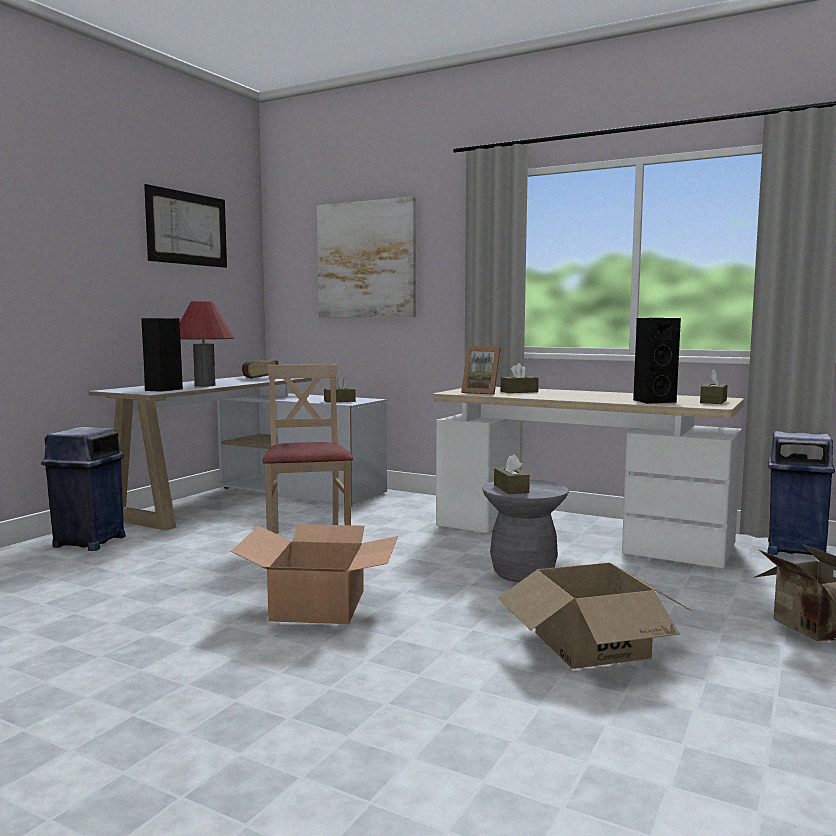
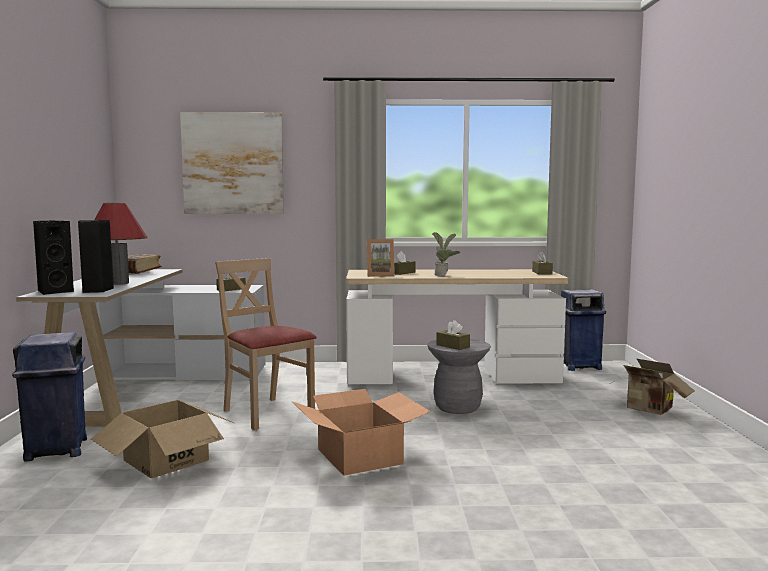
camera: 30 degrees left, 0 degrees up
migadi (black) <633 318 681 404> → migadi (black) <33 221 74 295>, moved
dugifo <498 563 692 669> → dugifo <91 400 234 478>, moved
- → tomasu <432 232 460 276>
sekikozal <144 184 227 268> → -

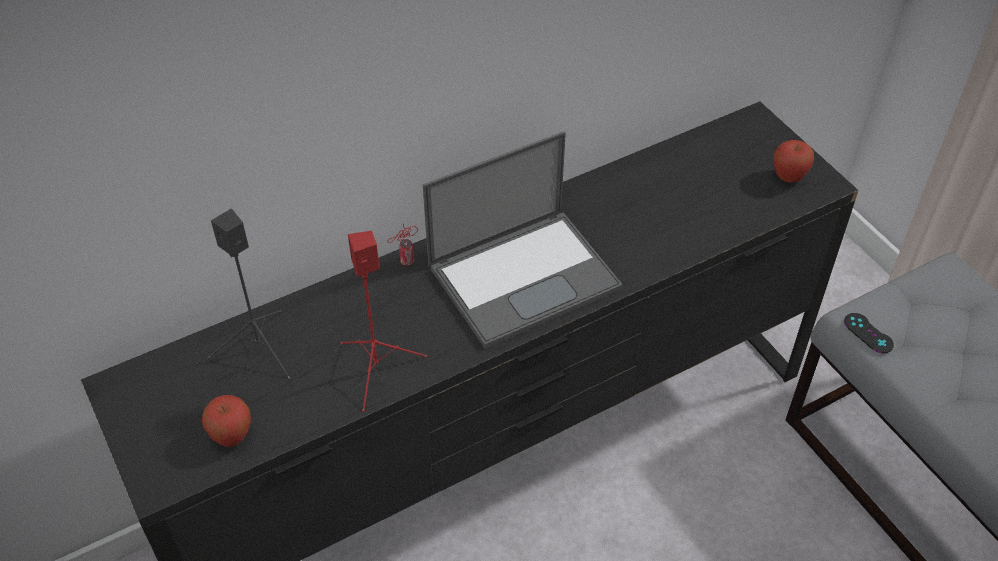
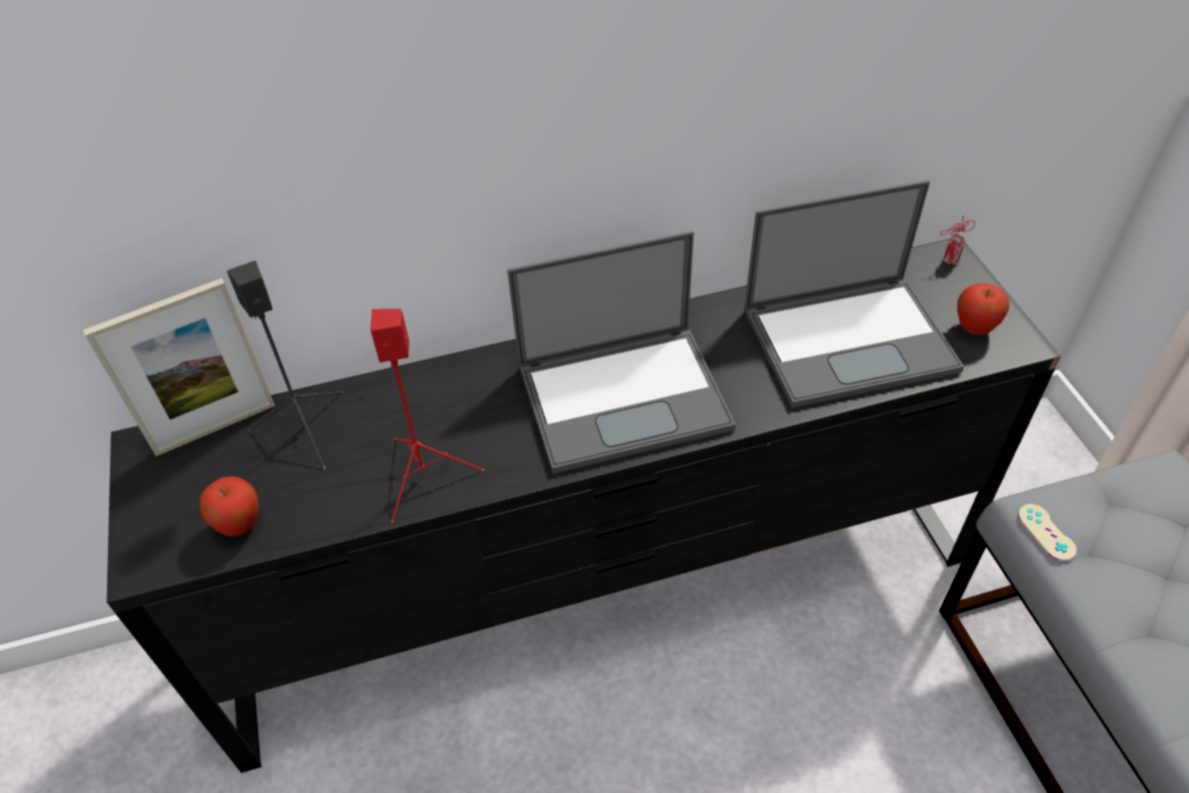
camera: 15 degrees right, 0 degrees up
- → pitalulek <83 278 275 456>
- → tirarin <744 180 964 408>
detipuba <387 224 418 266> → detipuba <940 215 975 265>, moved
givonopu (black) <844 313 894 354> → givonopu (beige) <1018 504 1076 561>

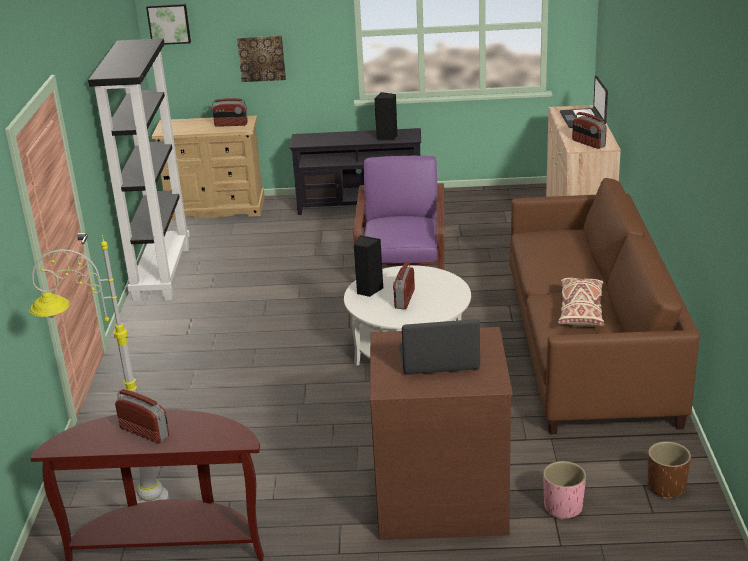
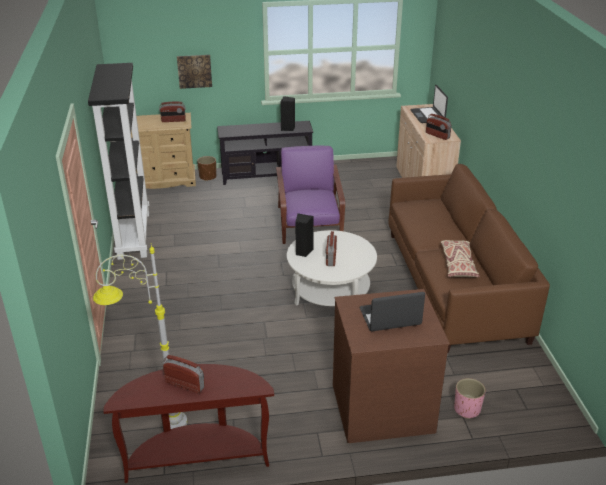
camera: 10 degrees left, 5 degrees up
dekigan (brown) <647 441 691 499> → dekigan (brown) <197 156 216 181>, moved
sekikozal <146 4 191 45> → -

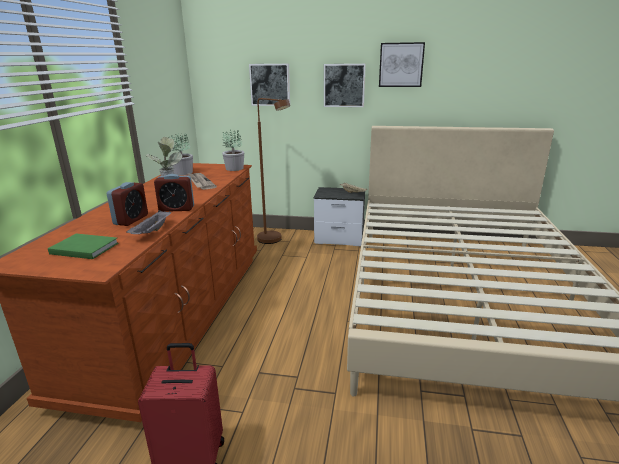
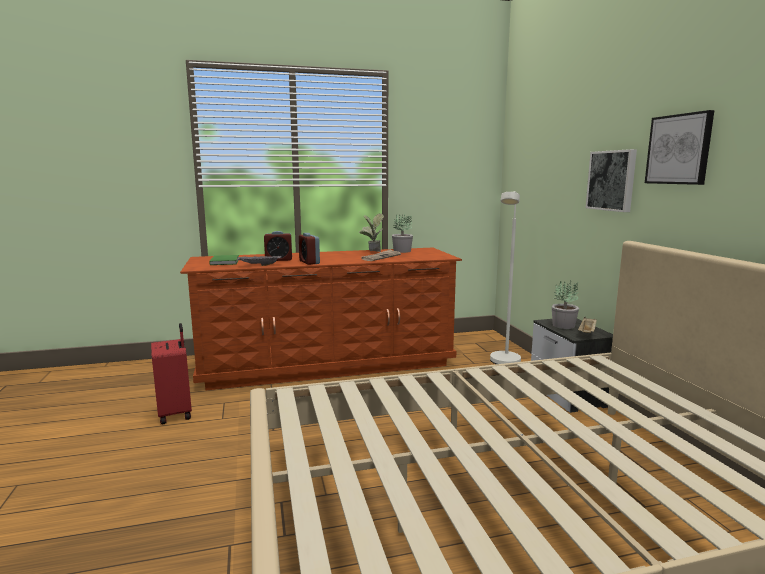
camera: 65 degrees right, 10 degrees down
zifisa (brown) <257 98 290 244> → zifisa (white) <490 191 521 364>
tomasu <222 130 244 171> → tomasu <552 280 579 329>, moved
sekikozal <249 64 290 106> → -

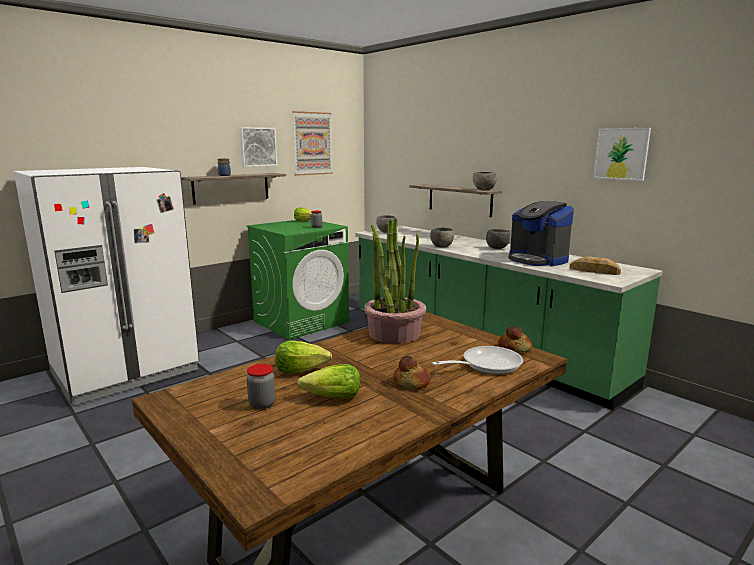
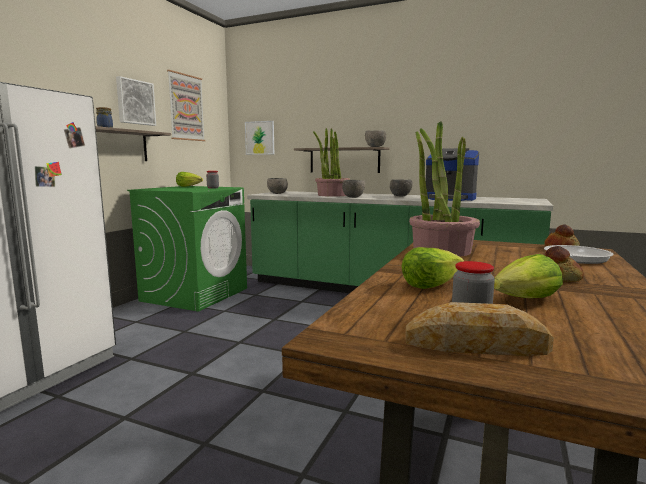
camera: 25 degrees left, 5 degrees down
sekikozal <593 128 651 181> → sekikozal <245 121 274 155>, moved
- → tomasu <313 128 350 197>
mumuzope <569 256 621 275> → mumuzope <405 302 554 356>, moved

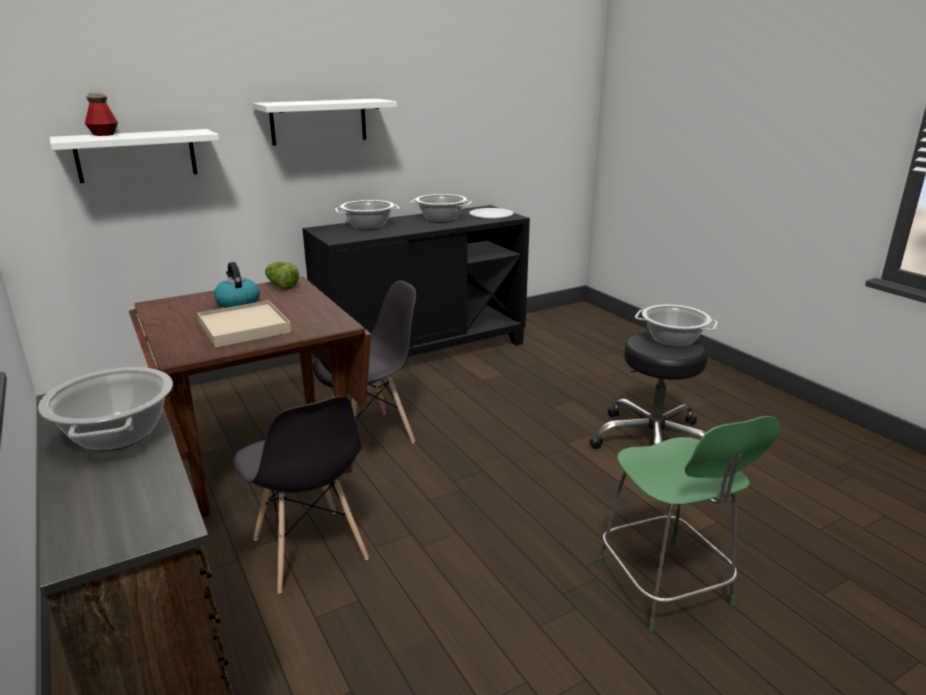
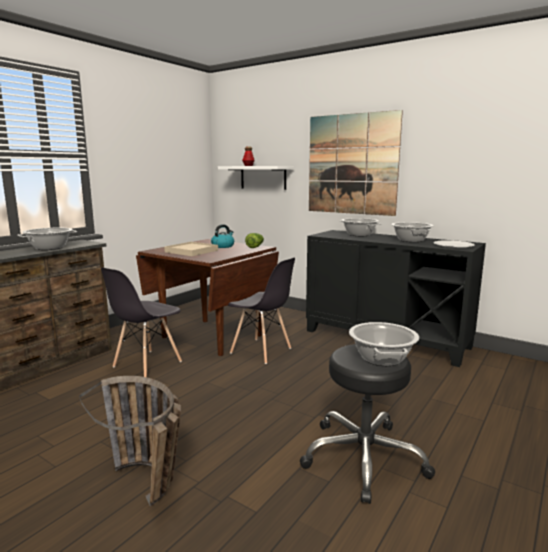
camera: 65 degrees right, 10 degrees down
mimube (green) <597 416 780 632> → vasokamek <79 376 181 506>
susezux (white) <252 99 397 145> → sekikozal <309 110 403 216>

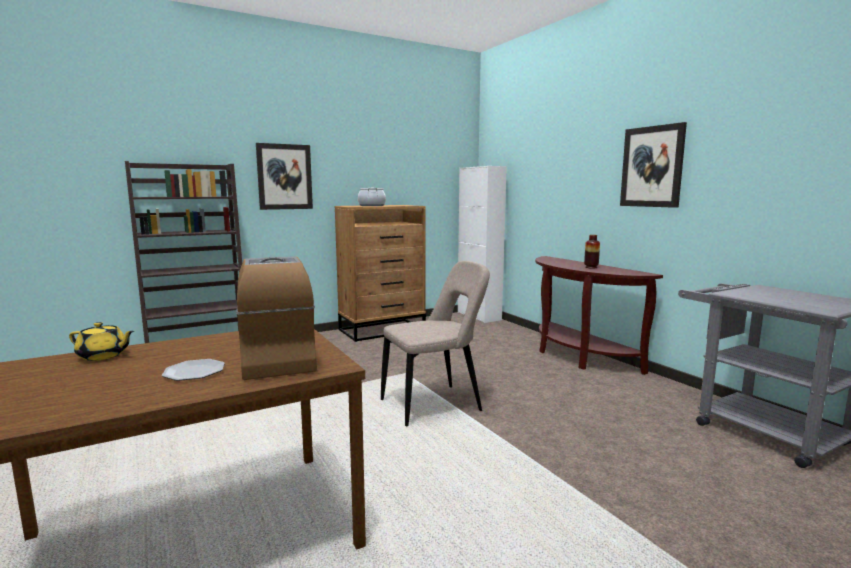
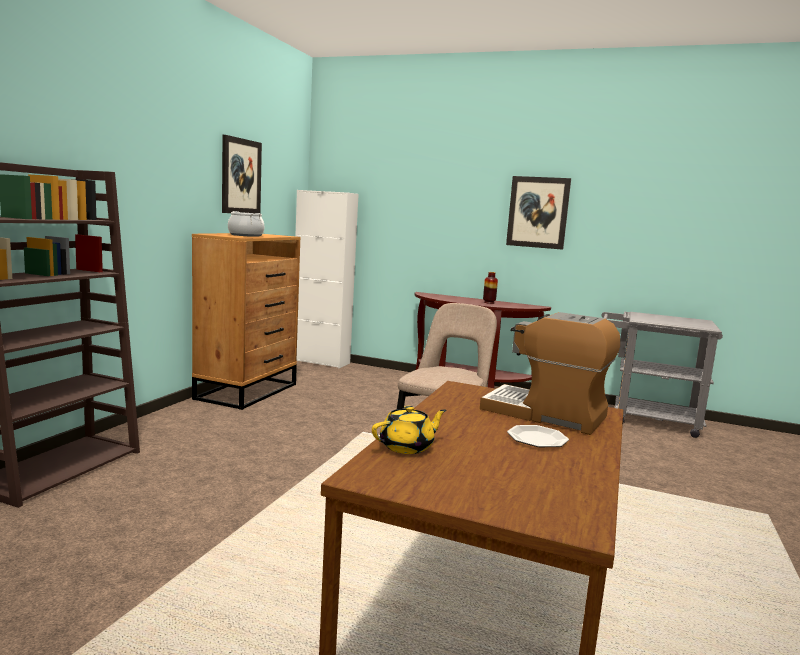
camera: 40 degrees left, 0 degrees up
sekikozal <256 143 313 210> → sekikozal <222 135 262 213>, moved

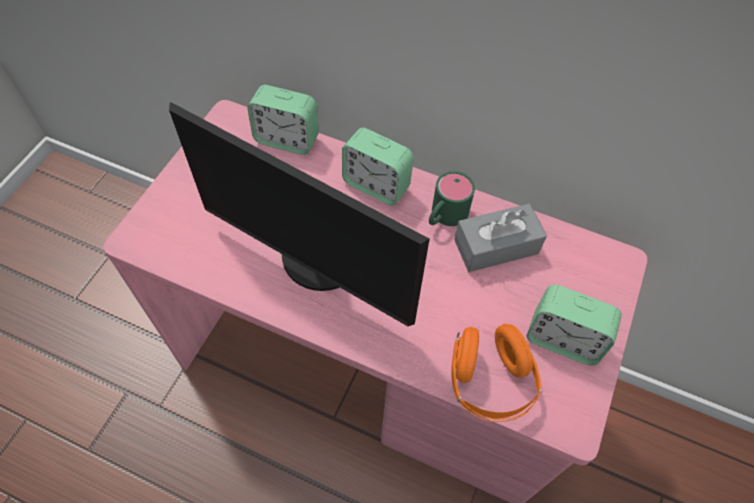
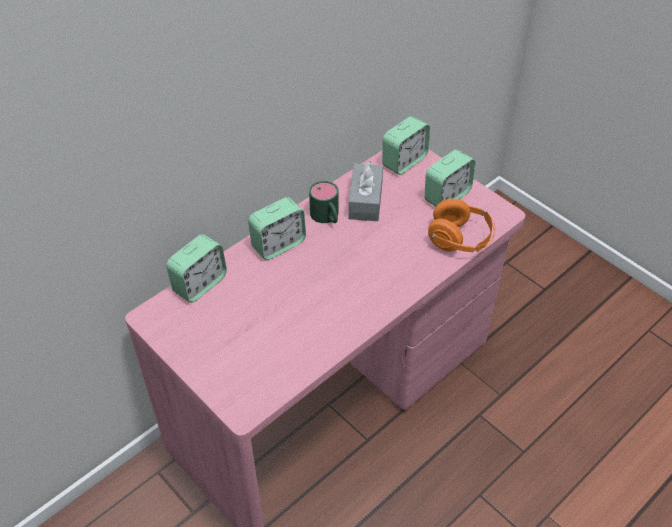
camera: 65 degrees left, 10 degrees down
- → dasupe <382 116 430 175>
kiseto <169 102 430 326> → -

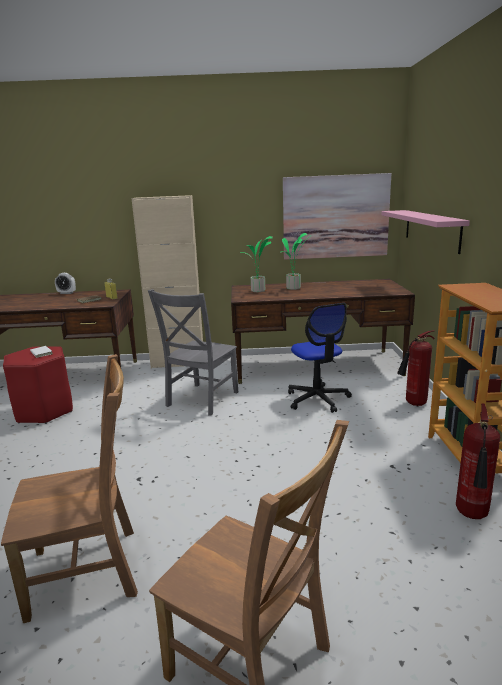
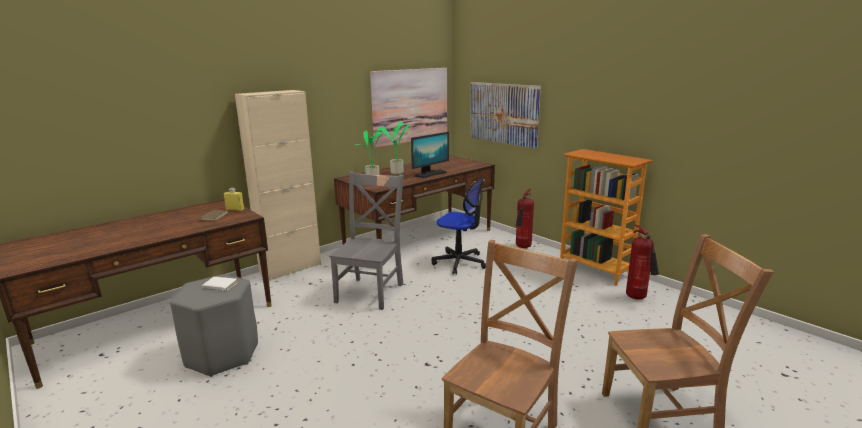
camera: 40 degrees left, 0 degrees up
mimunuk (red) <3 346 73 424> → mimunuk (grey) <170 274 258 377>
mimube (grey) <148 289 238 415> → mimube (grey) <329 172 404 310>, 150 degrees counterclockwise
- → kiseto <411 132 449 178>
susezux (pink) <381 210 470 254> → sekikozal <470 82 541 149>
dasupe <55 273 76 294> → -

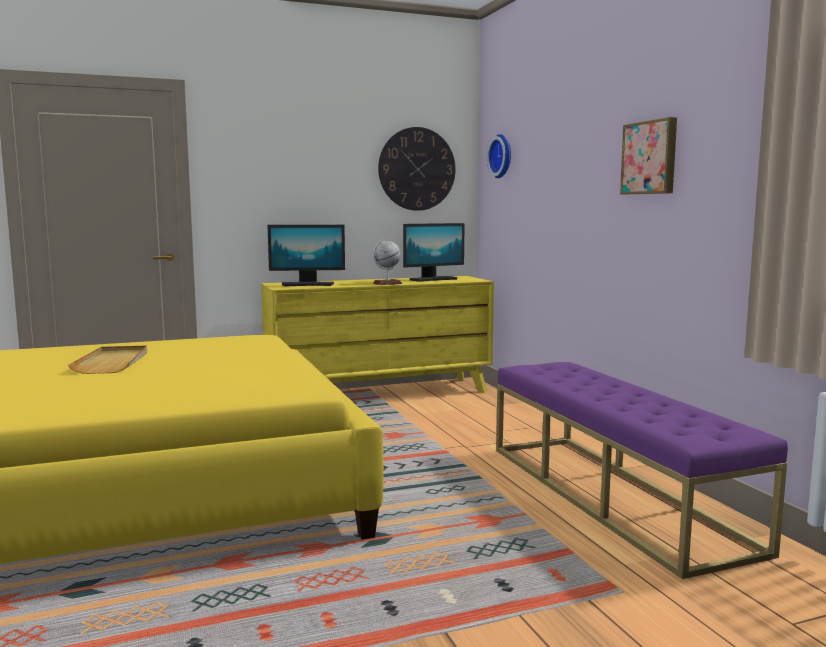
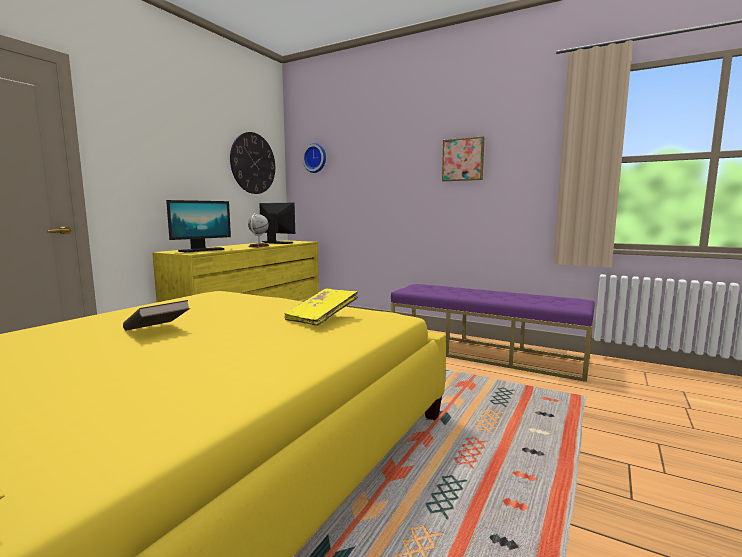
camera: 40 degrees left, 0 degrees up
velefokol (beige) <68 346 147 374> → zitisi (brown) <123 300 190 331>
kiseto <403 223 465 282> → kiseto <259 202 295 244>, 75 degrees counterclockwise
- → zitisi (yellow) <284 289 358 326>

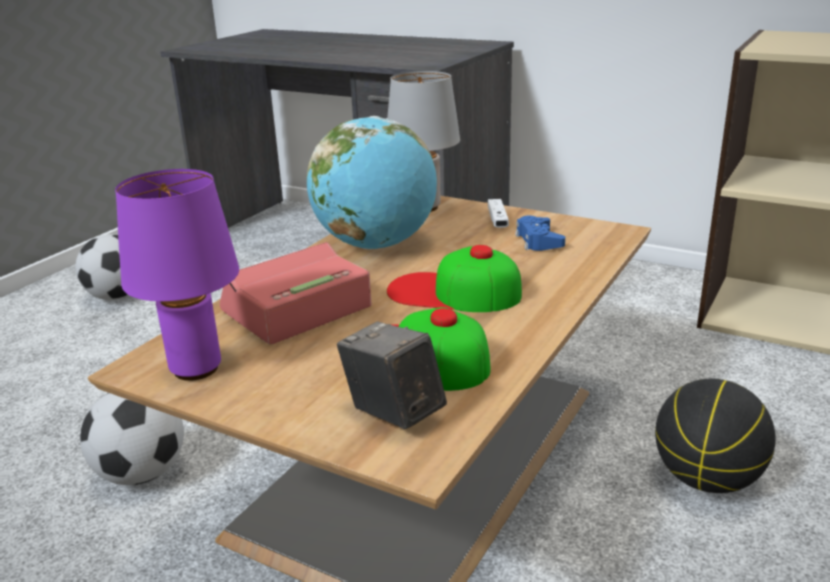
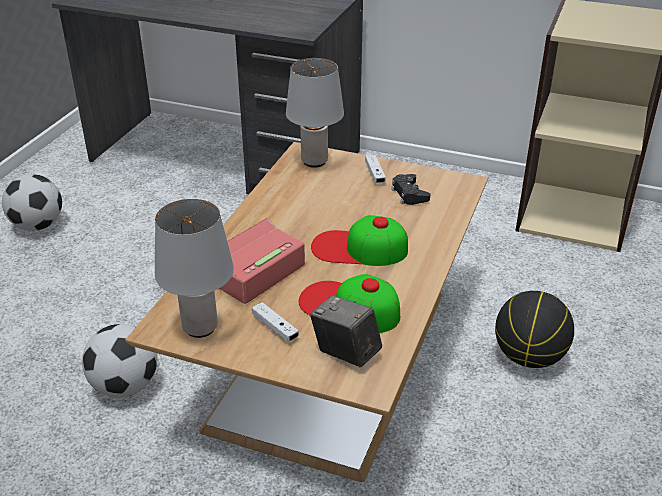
camera: 10 degrees left, 10 degrees up
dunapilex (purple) <115 169 239 381> → dunapilex (grey) <155 199 234 338>
- → givonopu (white) <252 302 299 342>
givonopu (blue) <515 216 565 251> → givonopu (black) <391 174 430 205>
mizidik <306 116 437 250> → -

